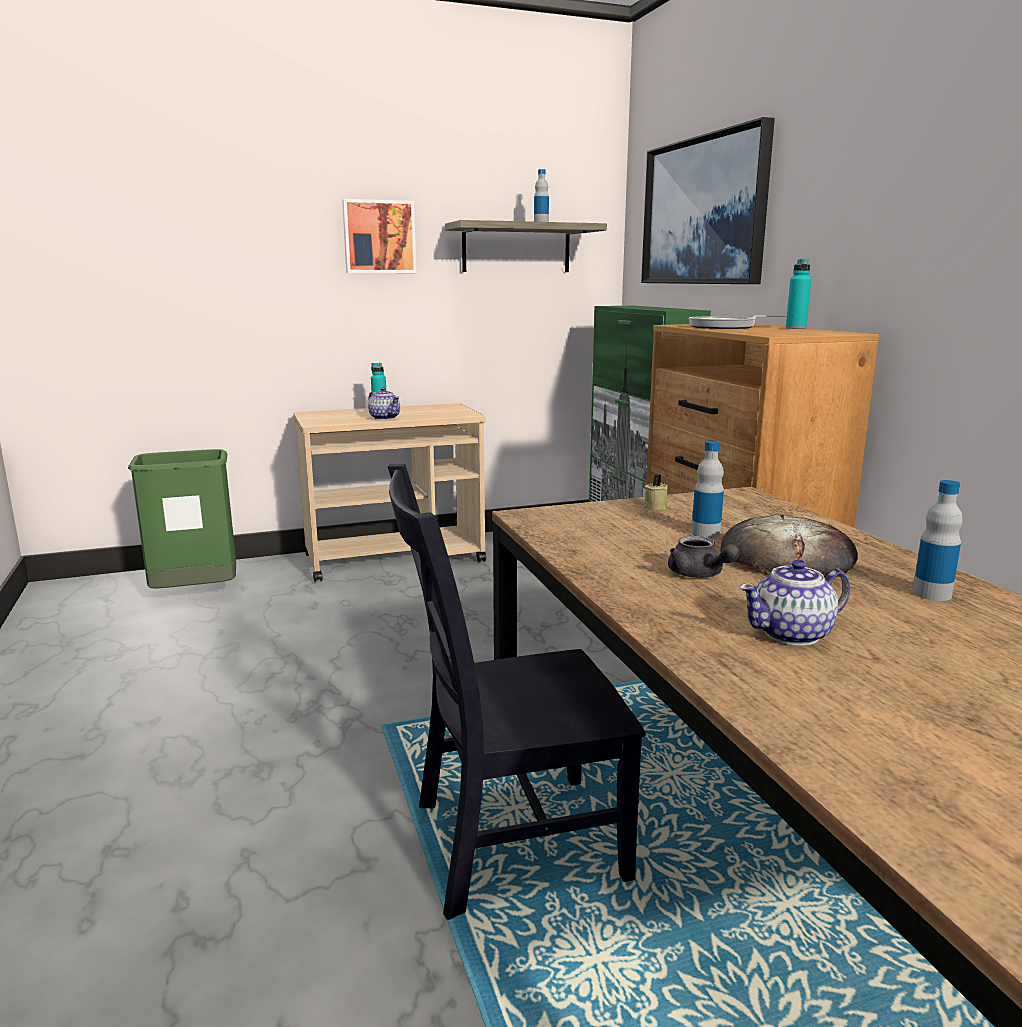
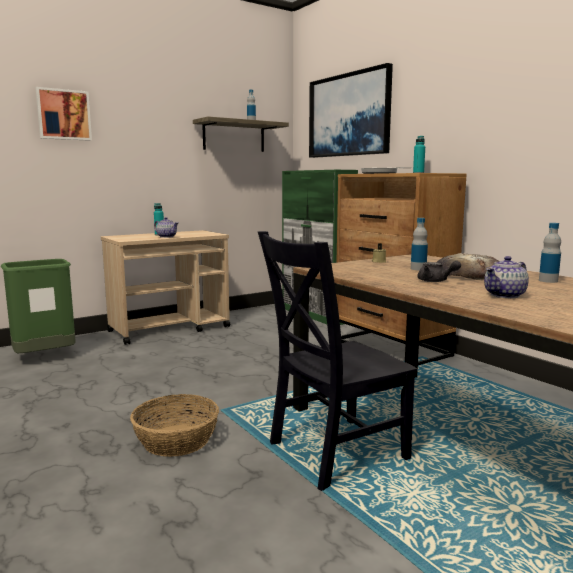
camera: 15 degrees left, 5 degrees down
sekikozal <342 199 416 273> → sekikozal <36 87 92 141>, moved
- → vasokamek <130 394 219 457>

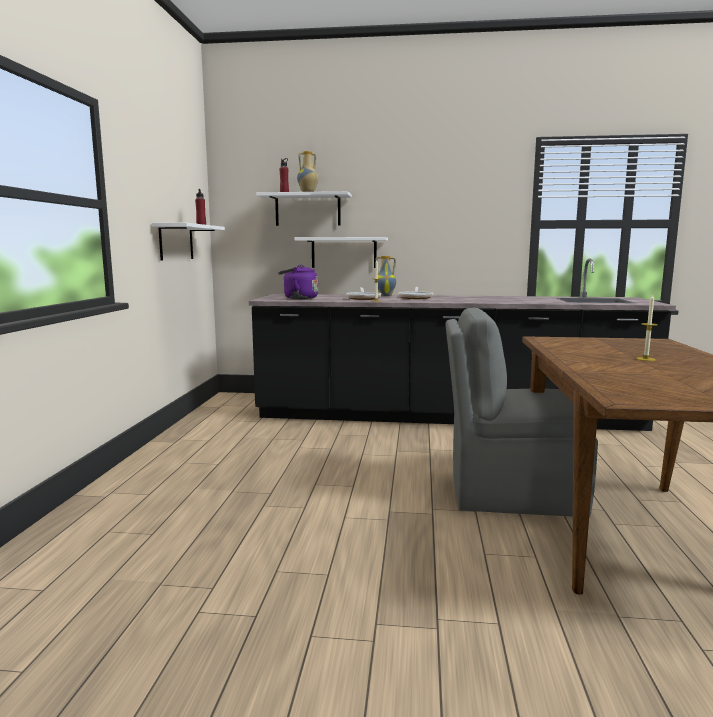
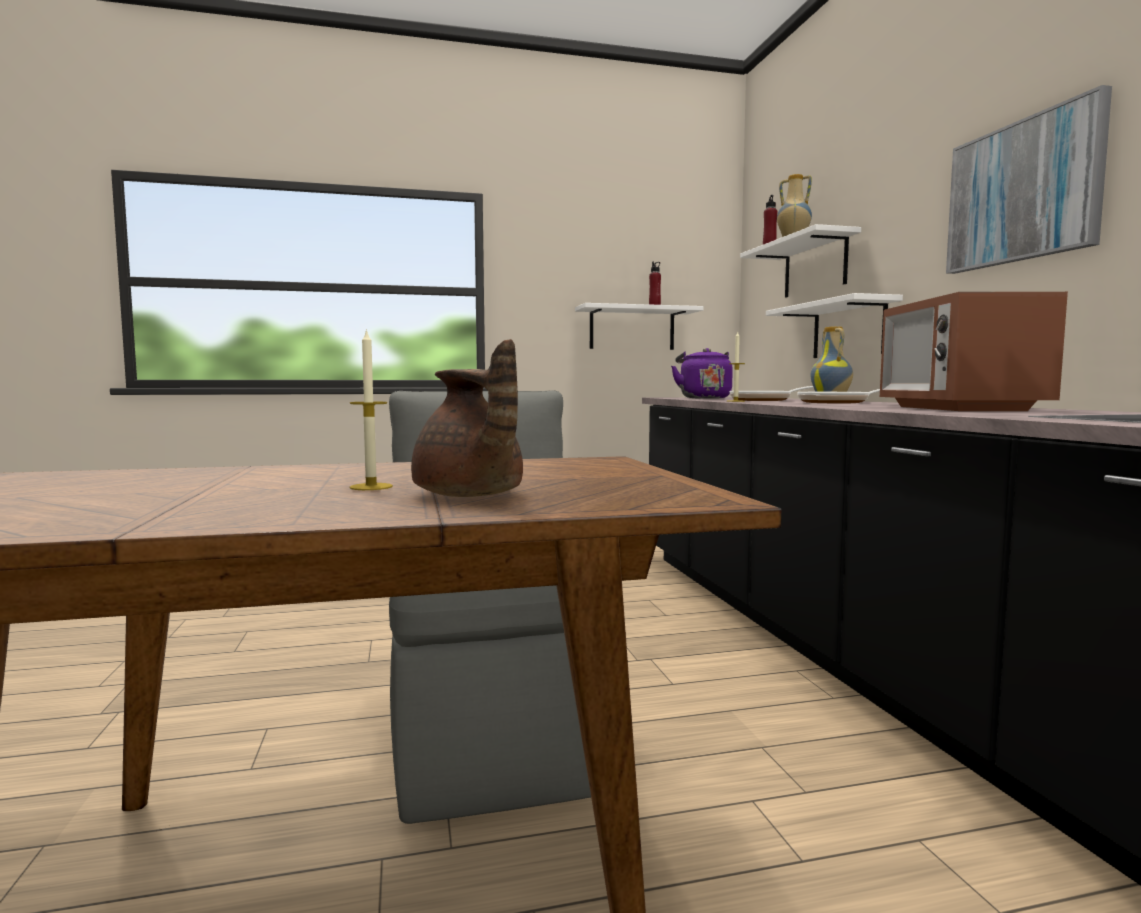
camera: 70 degrees right, 5 degrees down
- → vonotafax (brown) <411 339 523 497>
- → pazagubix <880 292 1068 411>
- → sekikozal <946 85 1112 274>

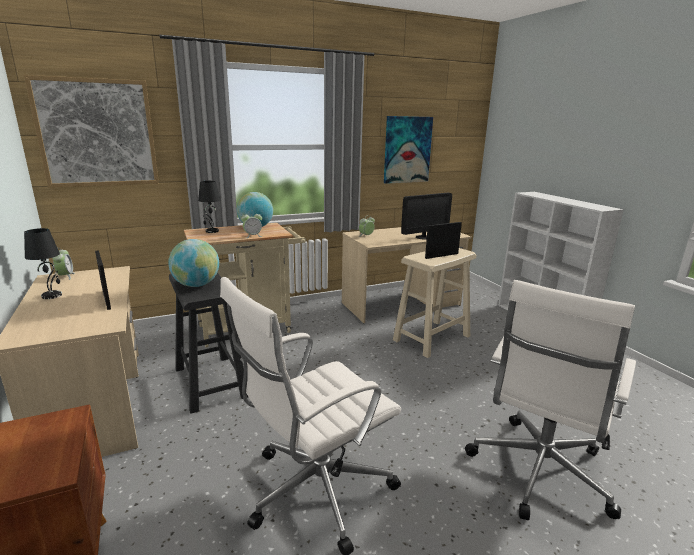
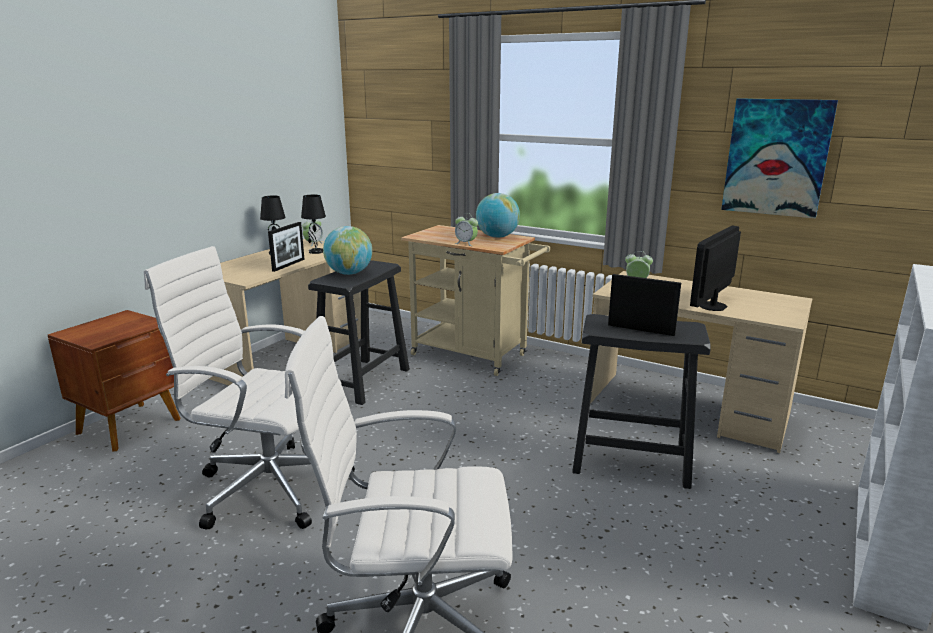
camera: 55 degrees right, 0 degrees up
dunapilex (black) <198 181 220 233> → dunapilex (black) <301 194 326 254>, moved
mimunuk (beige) <393 248 477 358> → mimunuk (black) <572 314 711 489>
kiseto <401 193 452 240> → kiseto <690 225 741 311>, 105 degrees clockwise
sekikozal <24 75 159 188> → -

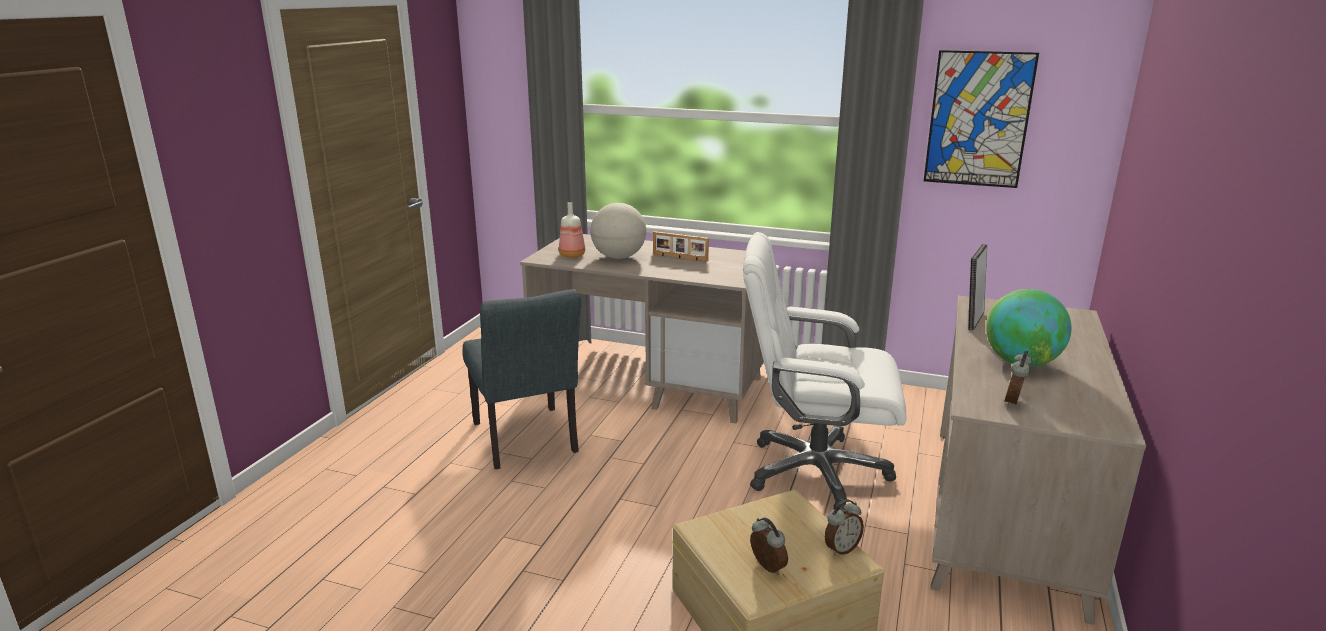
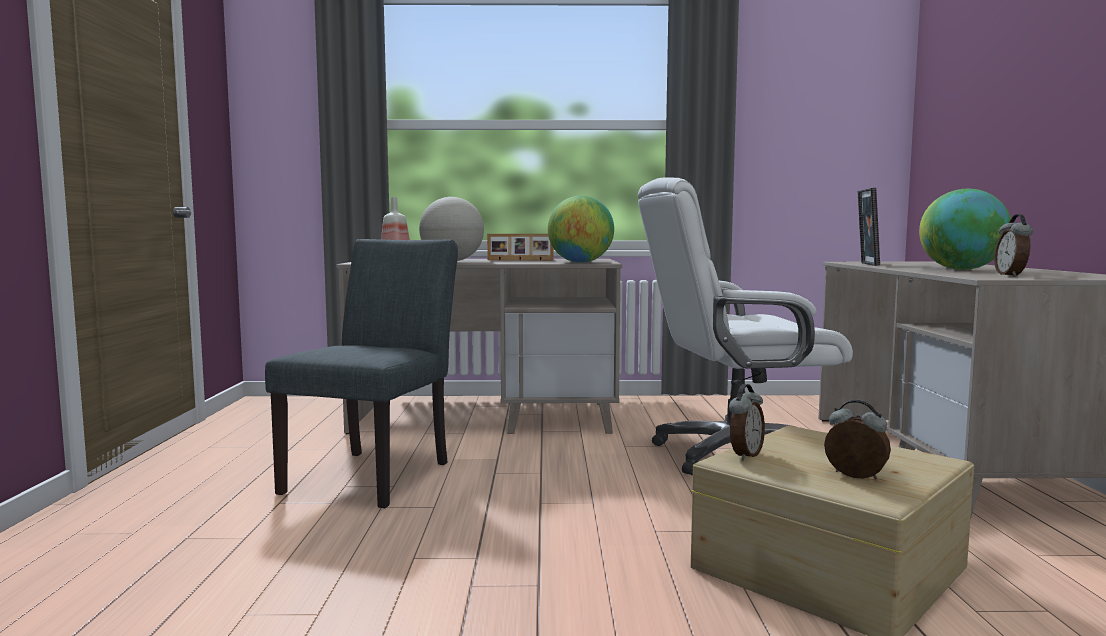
camera: 20 degrees left, 15 degrees down
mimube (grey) <463 289 581 469> → mimube (grey) <265 239 458 508>, 120 degrees counterclockwise
- → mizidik <548 196 614 263>
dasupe <825 499 864 556> → dasupe <729 384 765 460>, moved
sekikozal <924 50 1039 188> → -

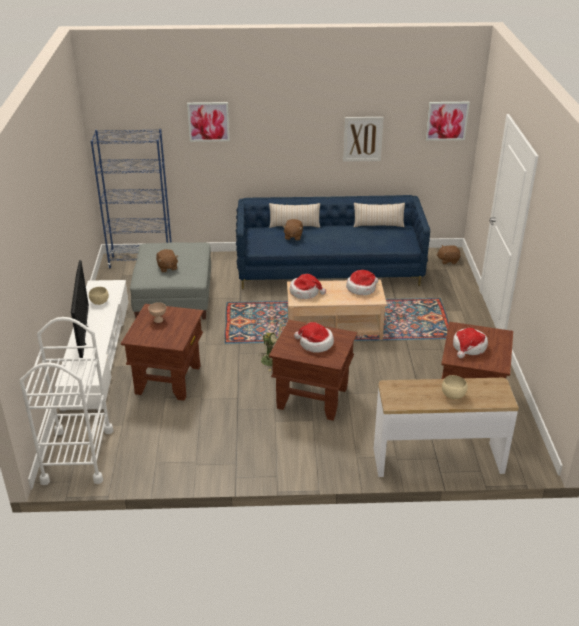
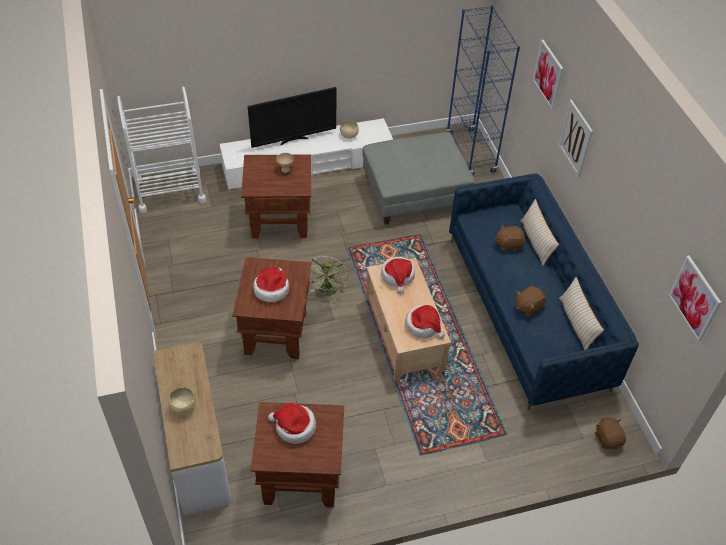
camera: 75 degrees right, 15 degrees up
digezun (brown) <156 249 179 273> → digezun (brown) <516 286 546 317>, moved
sekikozal <343 117 384 162> → sekikozal <558 100 593 178>, moved

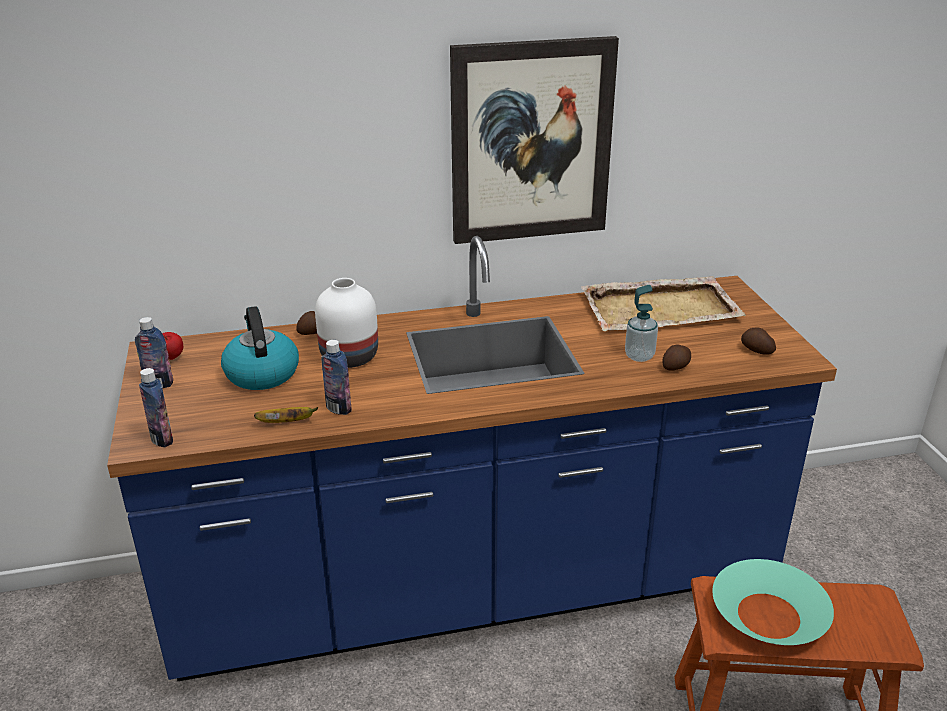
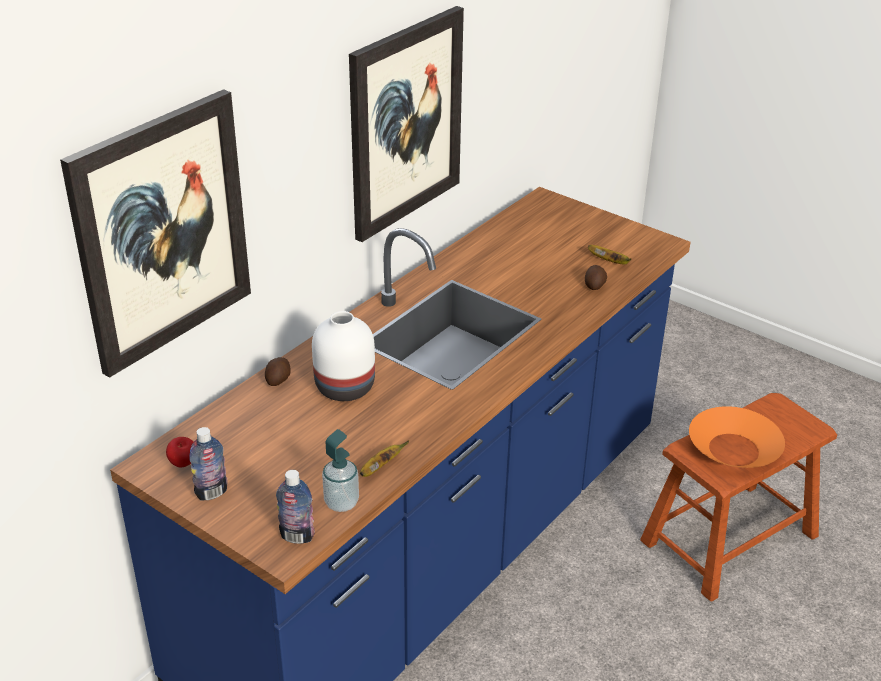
camera: 40 degrees left, 5 degrees up
- → sekikozal <60 89 251 378>
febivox <625 285 658 362> → febivox <322 429 359 512>, moved
- → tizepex <588 245 631 264>
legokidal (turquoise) <712 559 834 645> → legokidal (orange) <689 406 785 468>
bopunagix <221 306 299 390> → -
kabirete <321 340 352 415> → -
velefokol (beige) <581 276 746 331> → -
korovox <741 328 776 355> → -

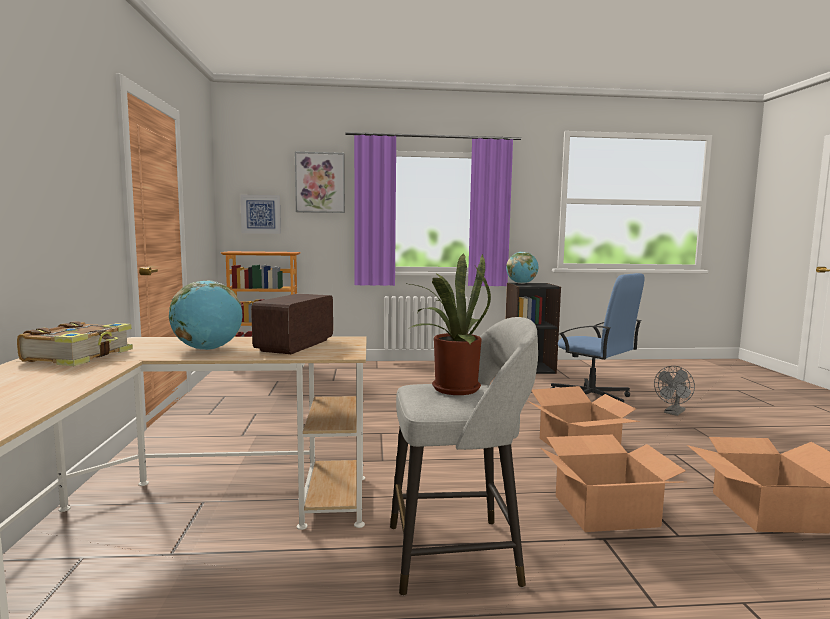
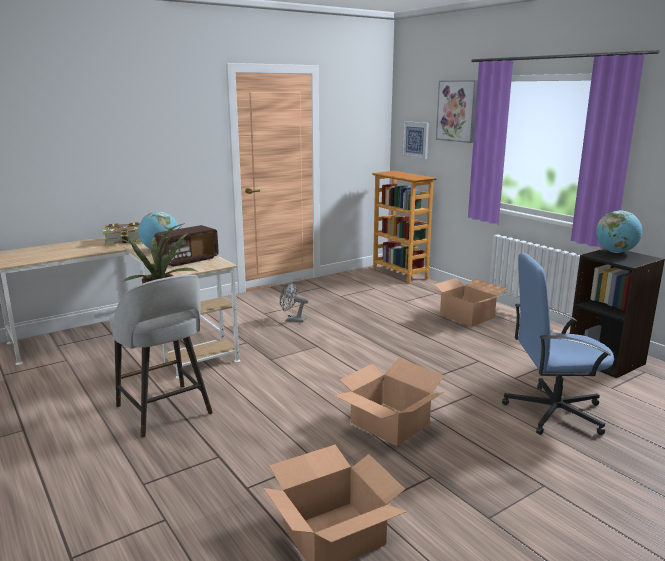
camera: 60 degrees right, 10 degrees up
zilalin <251 294 333 354> → zilalin <154 225 219 267>, 150 degrees clockwise
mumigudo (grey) <654 366 695 416> → mumigudo (grey) <280 281 309 322>, moved
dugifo <540 435 686 532> → dugifo <433 278 508 326>, moved
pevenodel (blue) <551 273 644 403> → pevenodel (blue) <502 253 614 435>, 75 degrees clockwise

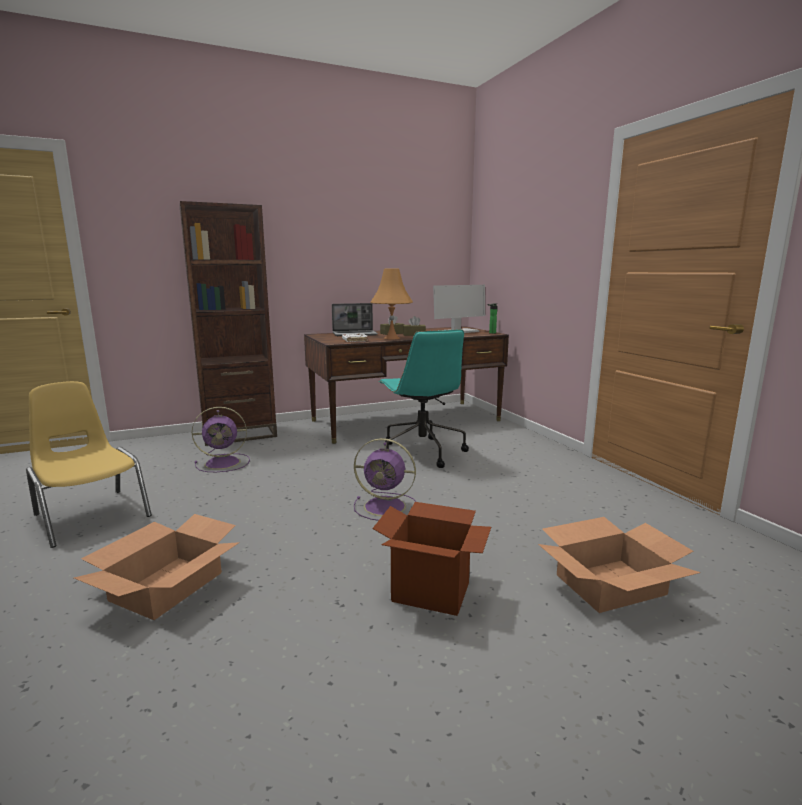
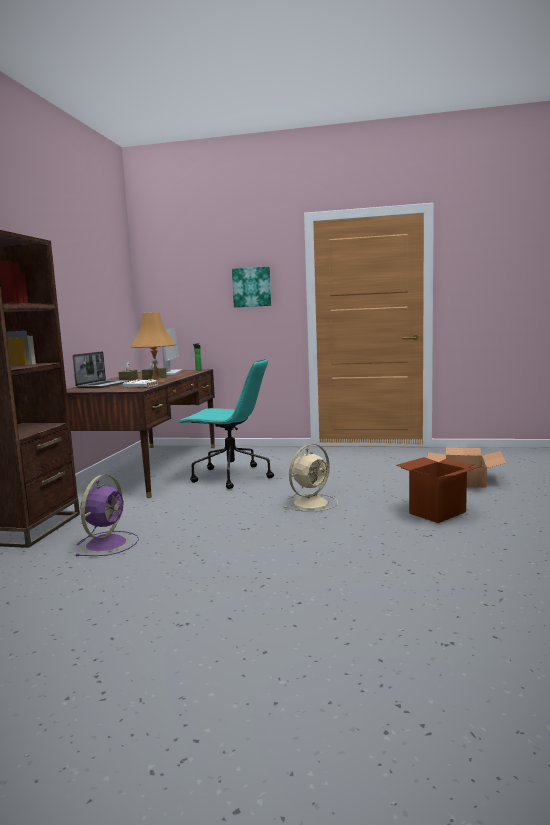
camera: 55 degrees left, 5 degrees down
- → sekikozal <232 267 271 307>
mumigudo (purple) <354 438 416 521> → mumigudo (beige) <284 444 338 512>
mimube (yellow) <26 381 152 548> → -
dugifo <74 514 240 620> → -

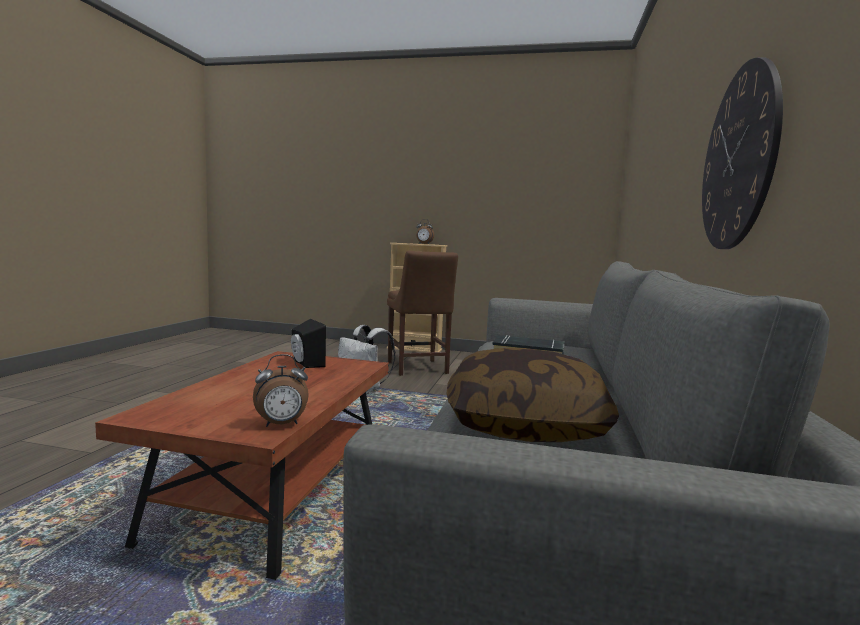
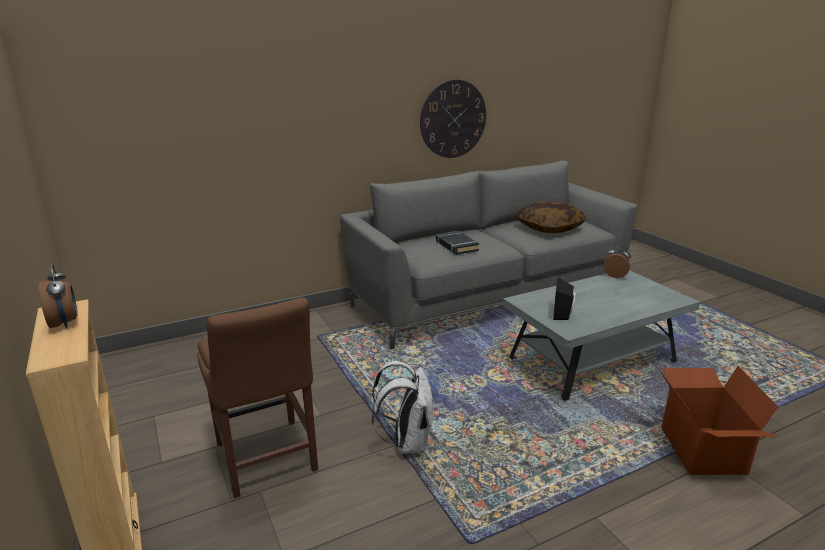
camera: 130 degrees left, 15 degrees up
mimube (brown) <387 251 458 376> → mimube (brown) <197 298 318 498>, 120 degrees clockwise
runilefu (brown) <95 351 389 581> → runilefu (grey) <503 270 700 401>
- → dugifo <659 366 778 475>

